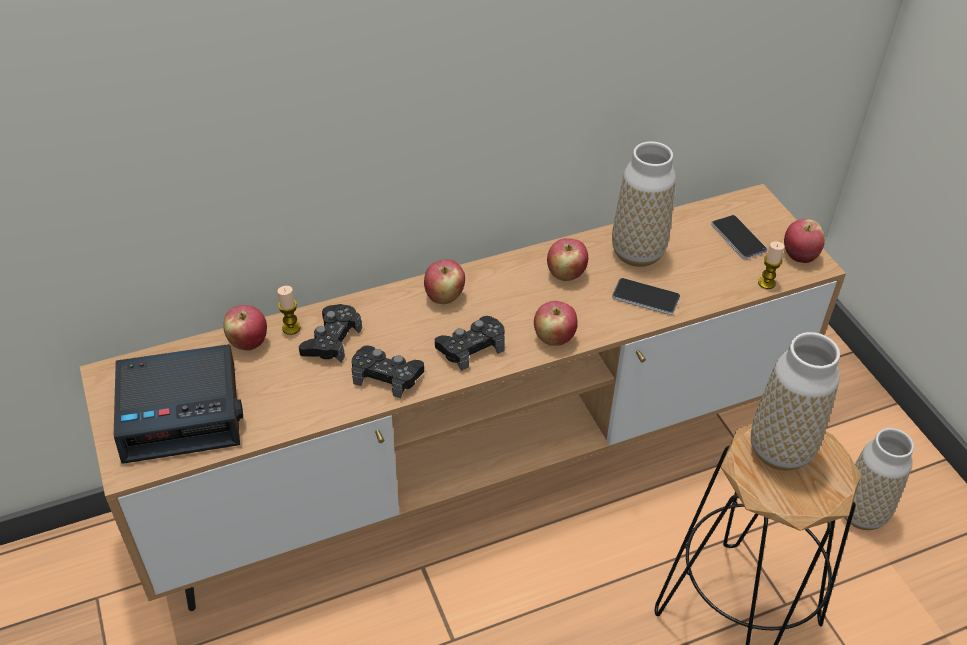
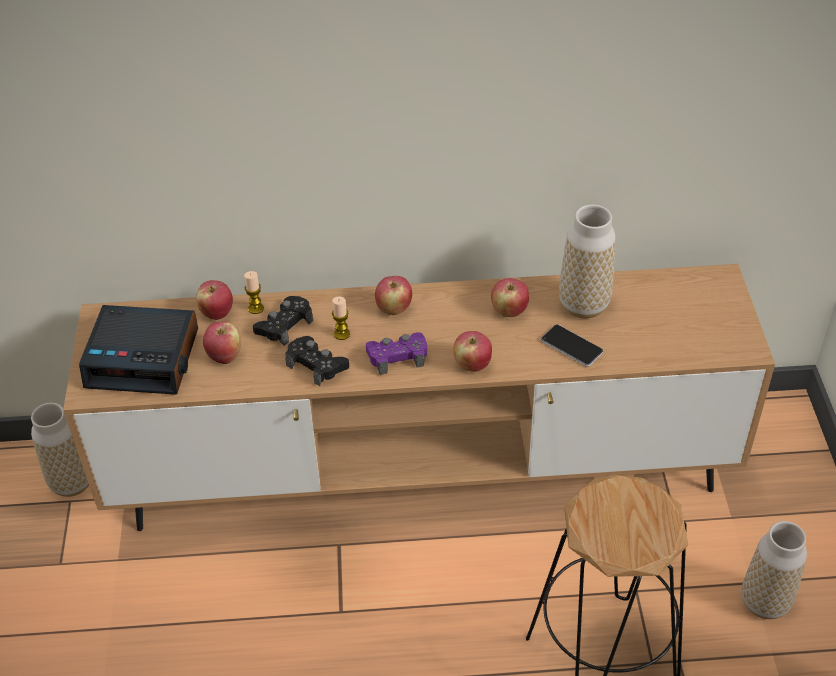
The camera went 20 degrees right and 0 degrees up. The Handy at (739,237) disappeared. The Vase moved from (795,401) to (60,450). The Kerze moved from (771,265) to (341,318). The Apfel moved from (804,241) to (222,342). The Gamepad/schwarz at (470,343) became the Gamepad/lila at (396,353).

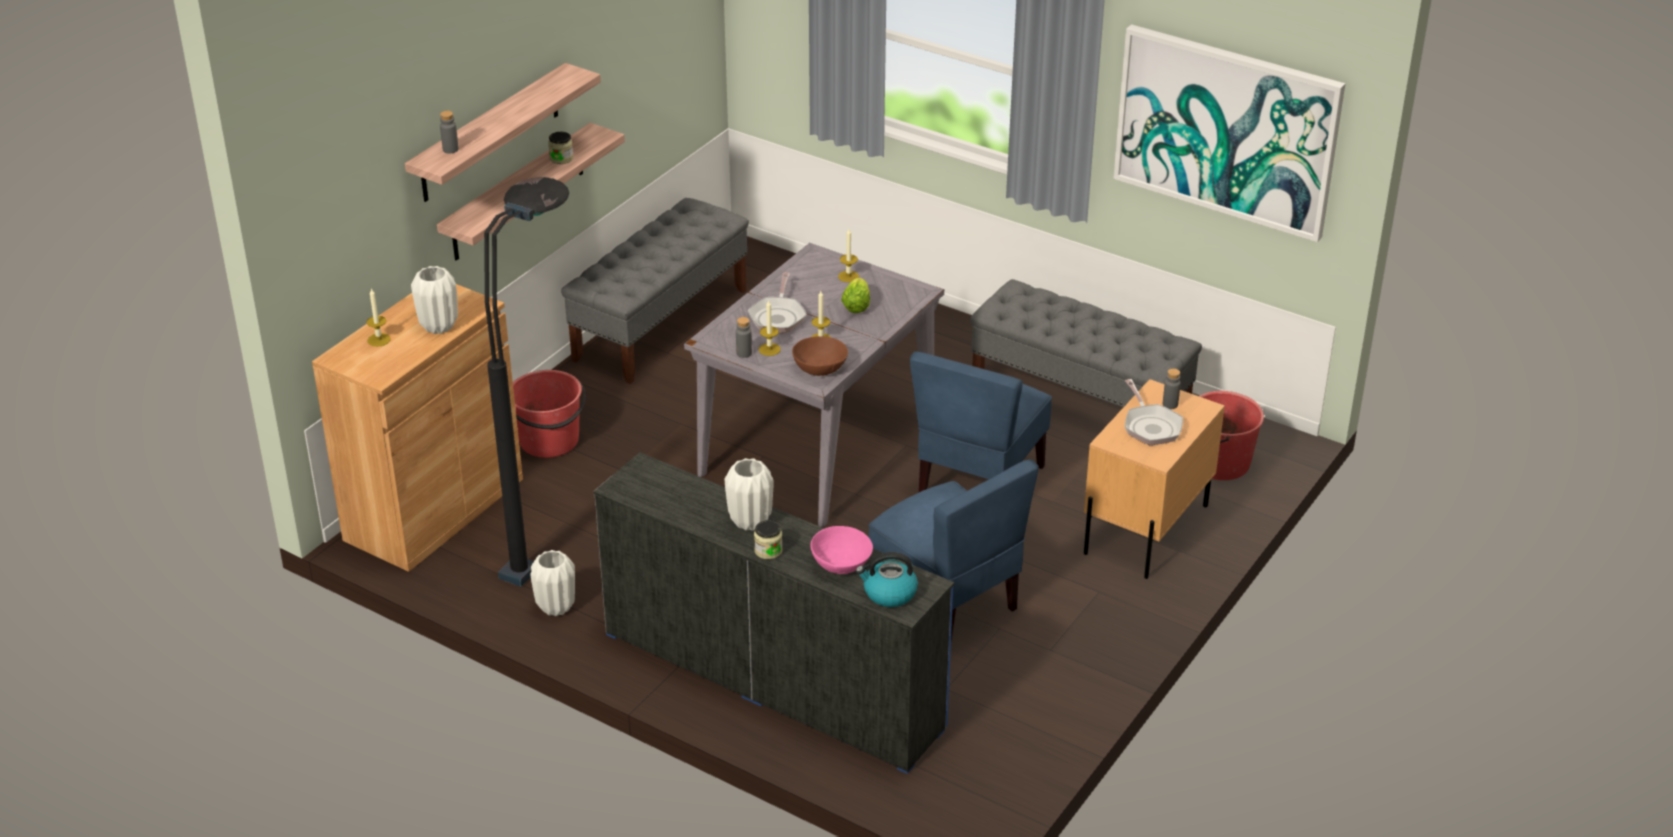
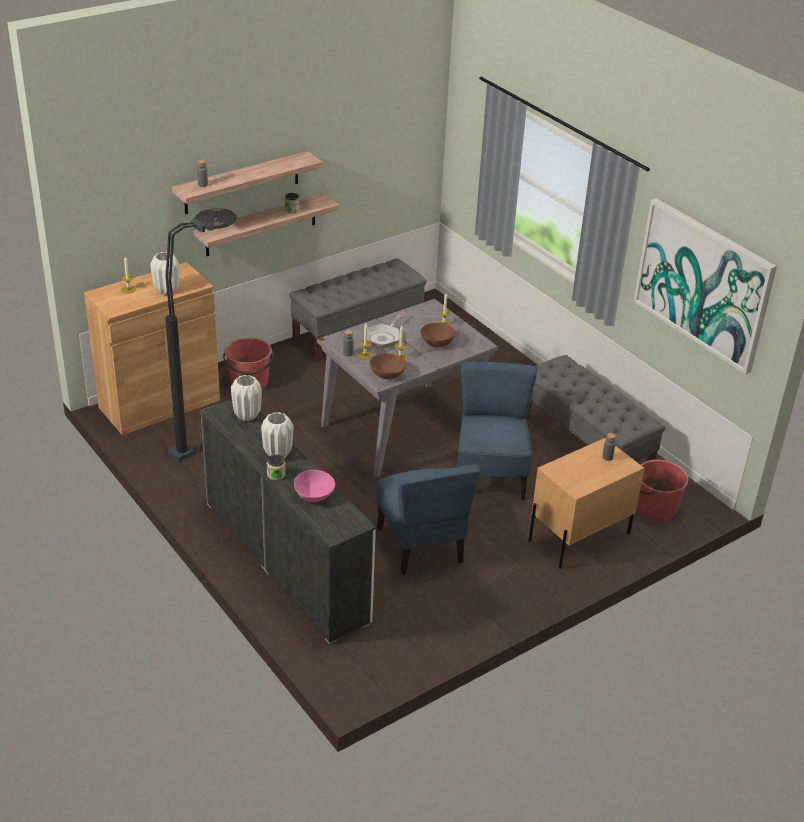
The camera went 20 degrees right and 0 degrees up. The Wasserkessel at (887,579) disappeared. The Pfanne at (1154,412) disappeared. The Vase/weiß moved from (553,583) to (246,398). The Salatkopf at (855,295) was replaced by the Schüssel/braun at (438,335). The Kommode/blau at (773,613) became the Kommode/weiß at (288,521). The Stuhl/blau at (981,421) turned 135 degrees clockwise.

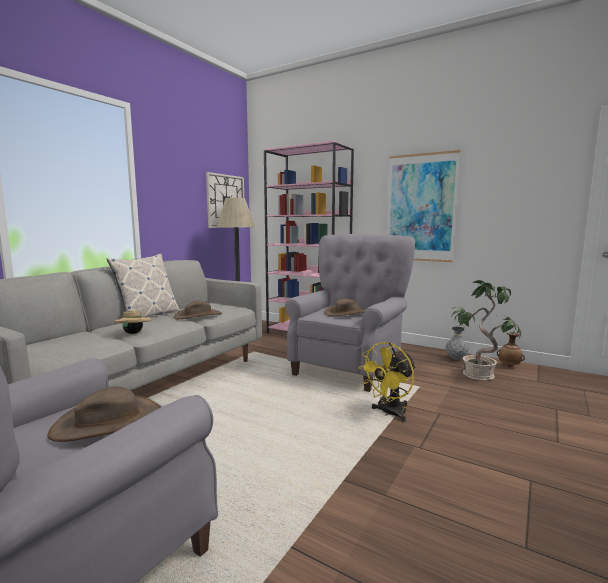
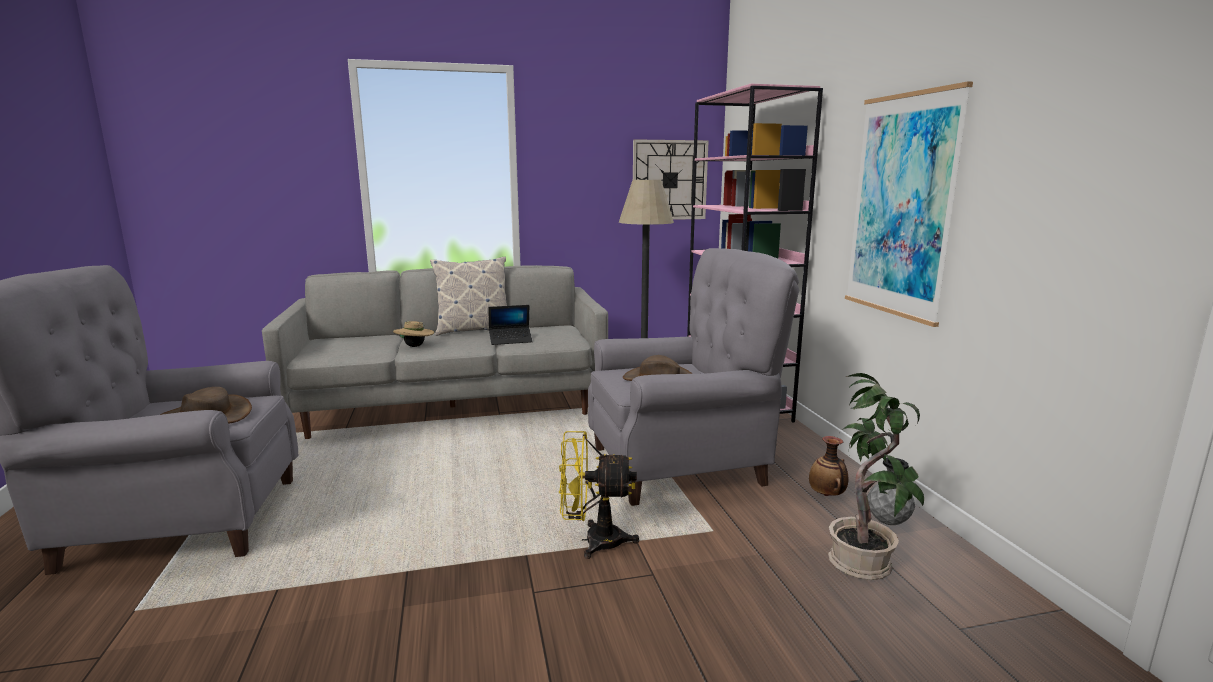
The camera went 45 degrees right and 5 degrees up. The Vase moved from (511,350) to (828,466). The Hut/braun at (198,310) was replaced by the Laptop at (510,325).

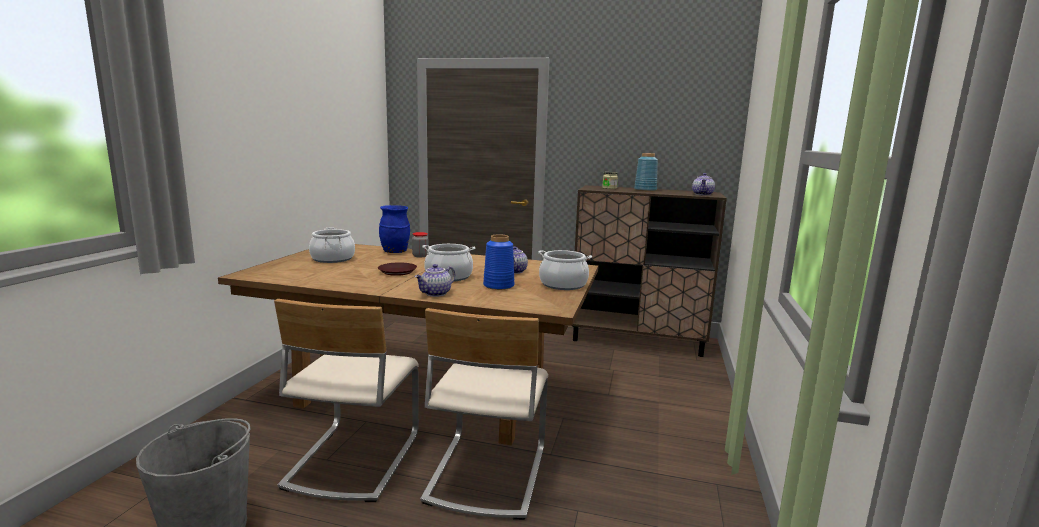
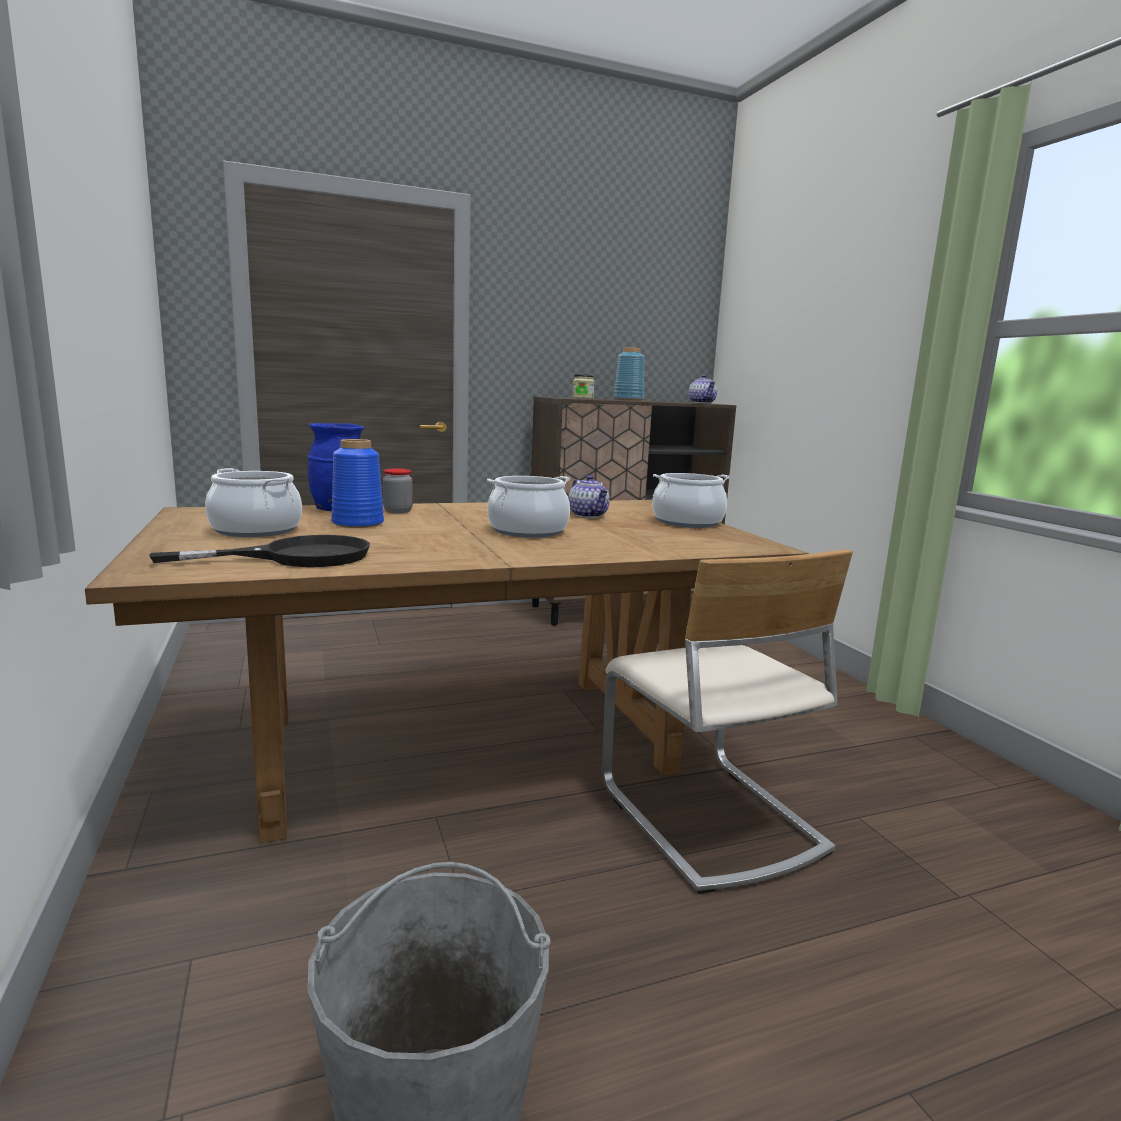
The camera went 35 degrees left and 0 degrees up. The Stuhl/beige at (346,400) disappeared. The Teller/braun at (397,269) disappeared. The Teekanne at (435,280) disappeared. The Pfanne/schwarz at (259,551) appeared. The Vase/blau moved from (498,262) to (357,483).

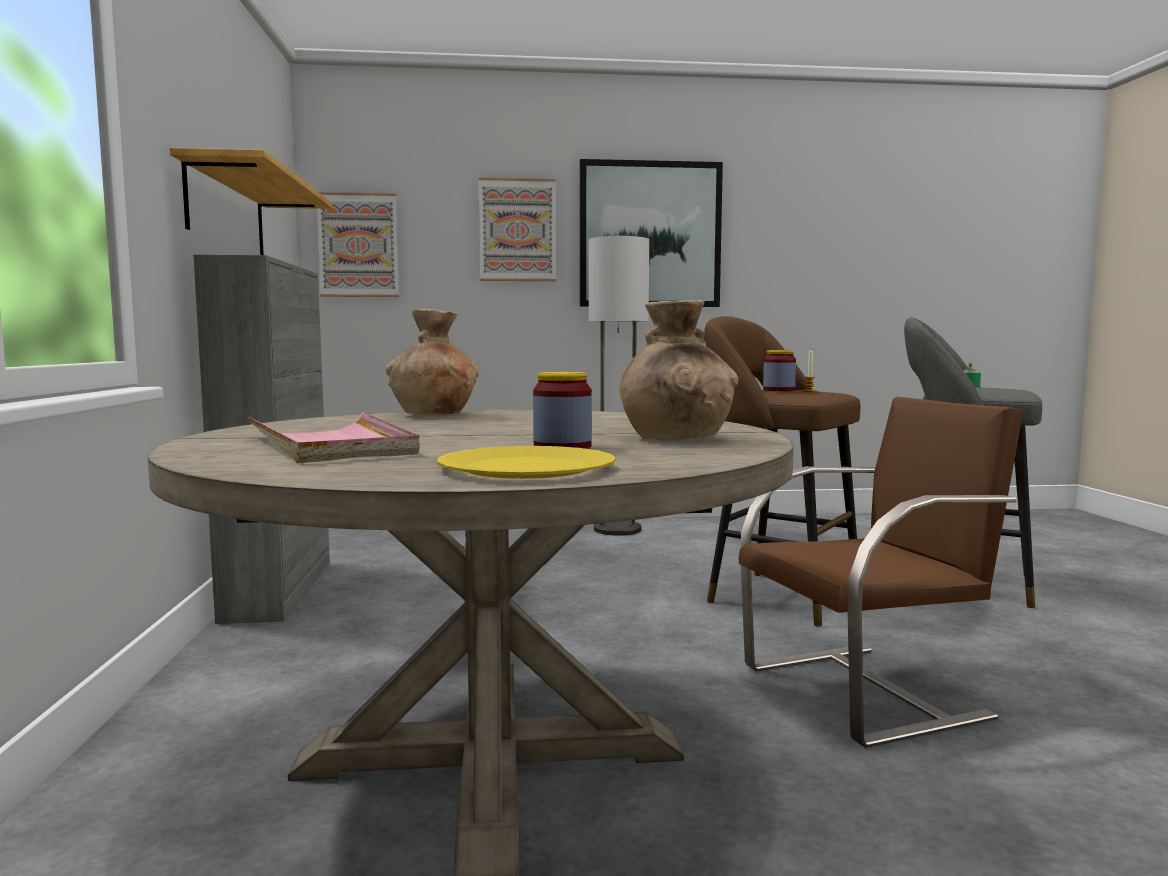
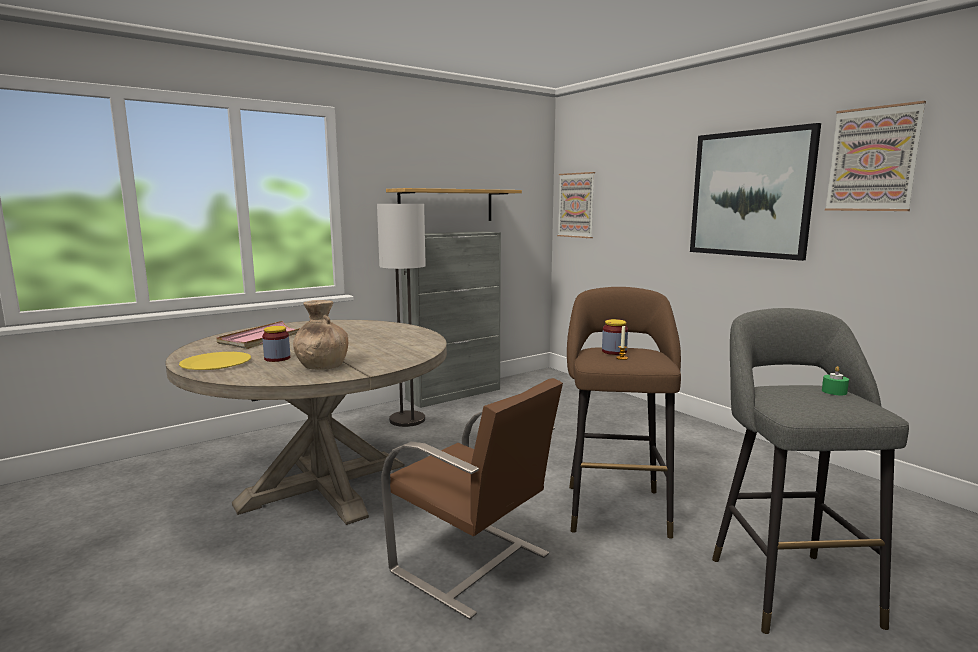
The camera went 60 degrees right and 5 degrees up. The Vase/braun at (432,362) disappeared. The Bild moved from (517,229) to (875,156). The Stehlampe moved from (619,386) to (401,315).

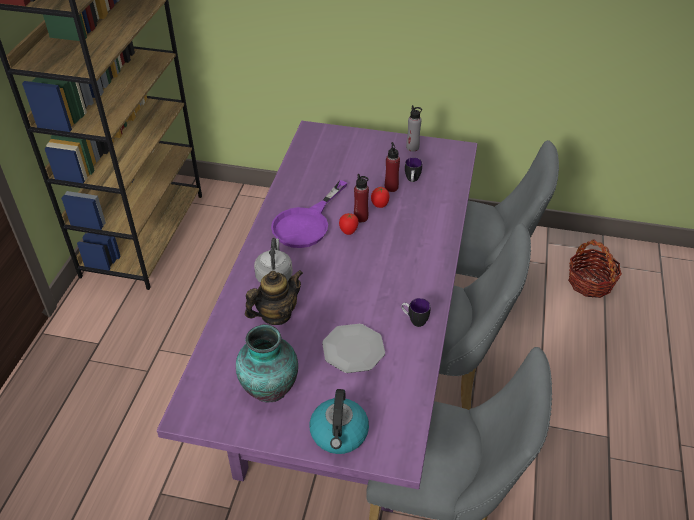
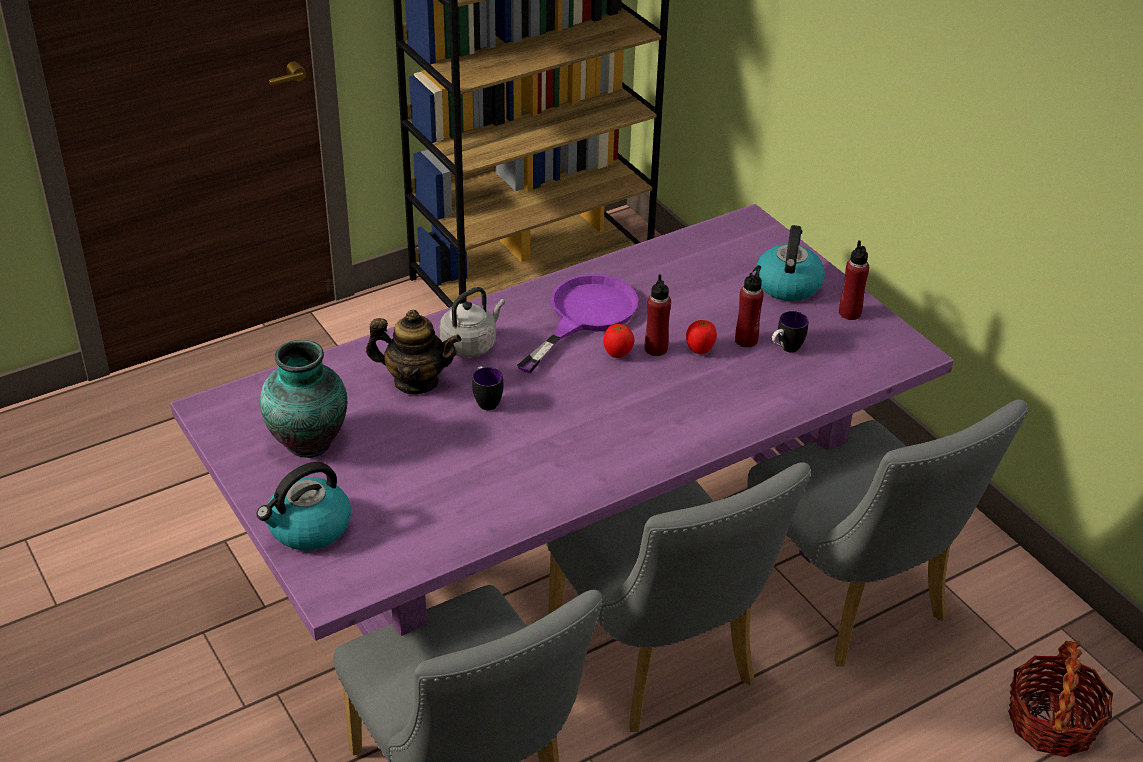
The camera went 45 degrees right and 5 degrees down. The Teller at (353,348) disappeared. The Wasserkessel at (790,263) appeared. The Henkelbecher moved from (416,312) to (487,388). The Flasche/grau at (414,128) became the Flasche/rot at (854,280). The Pfanne/lila at (309,214) turned 135 degrees clockwise.

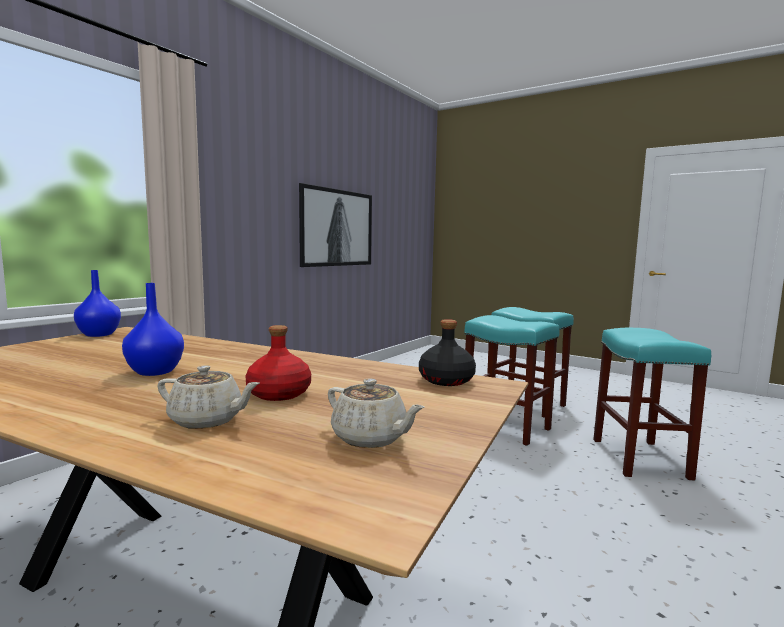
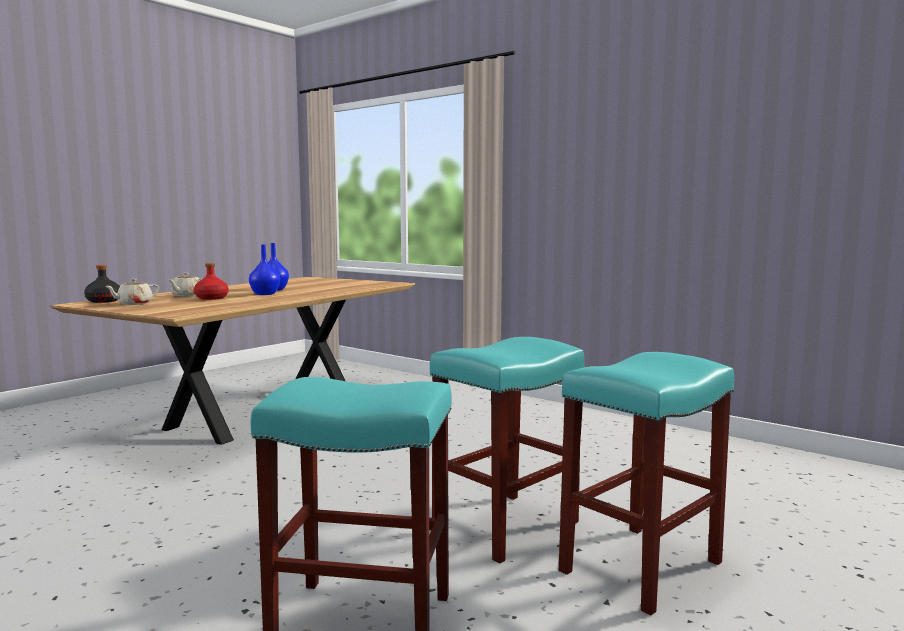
The camera went 95 degrees right and 0 degrees up. The Bild at (335,225) disappeared. The Vase/blau moved from (97,303) to (264,269). The Flasche/schwarz moved from (447,352) to (102,284).

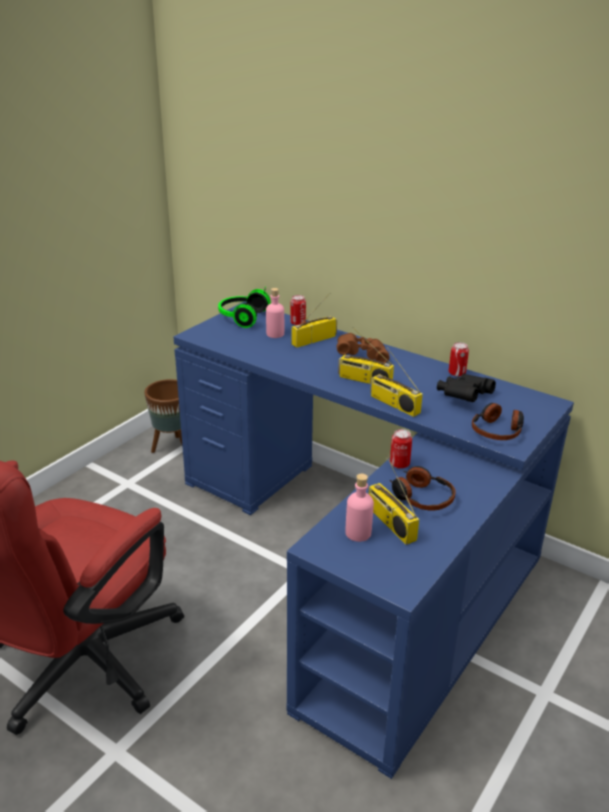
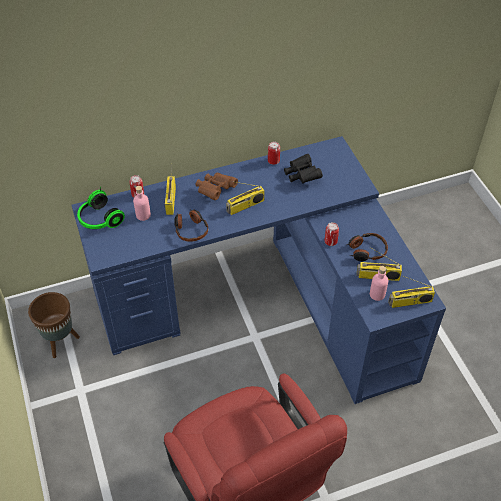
The camera went 55 degrees left and 20 degrees up. The Radio moved from (396,382) to (411,292). The Kopfhörer moved from (498,421) to (191,225).

